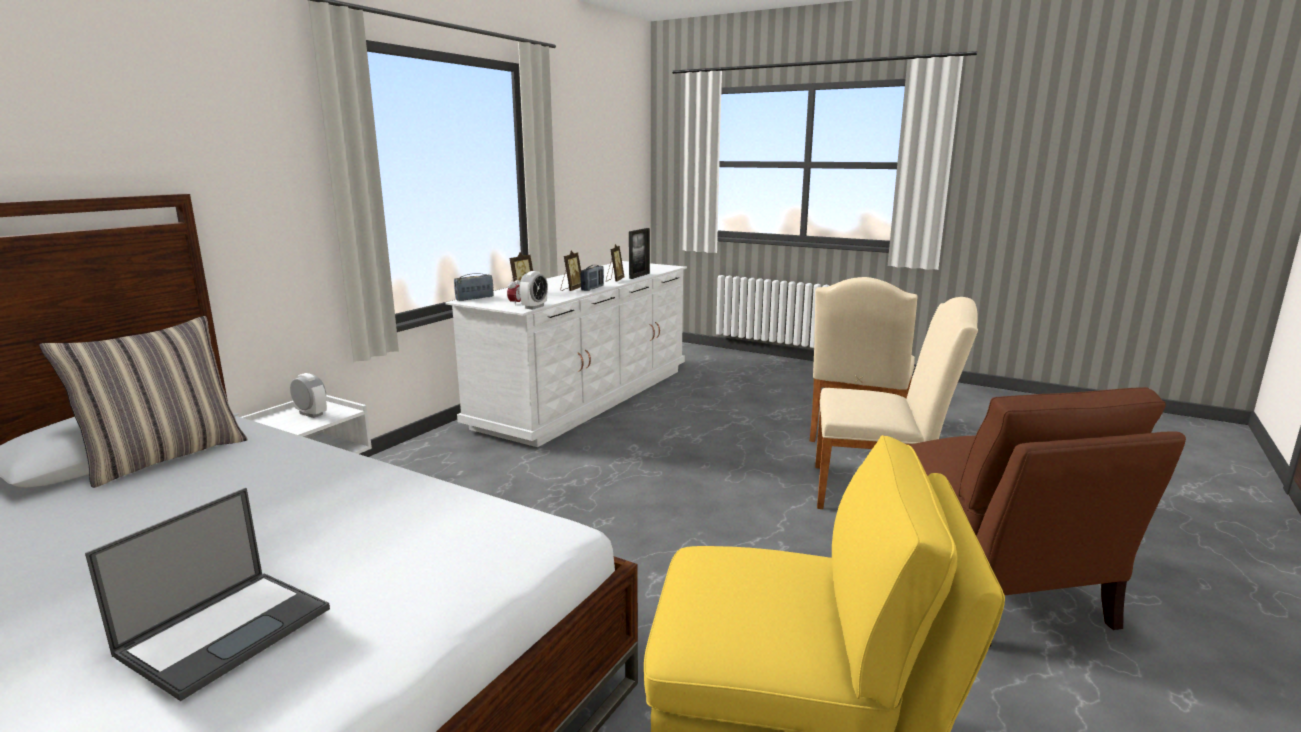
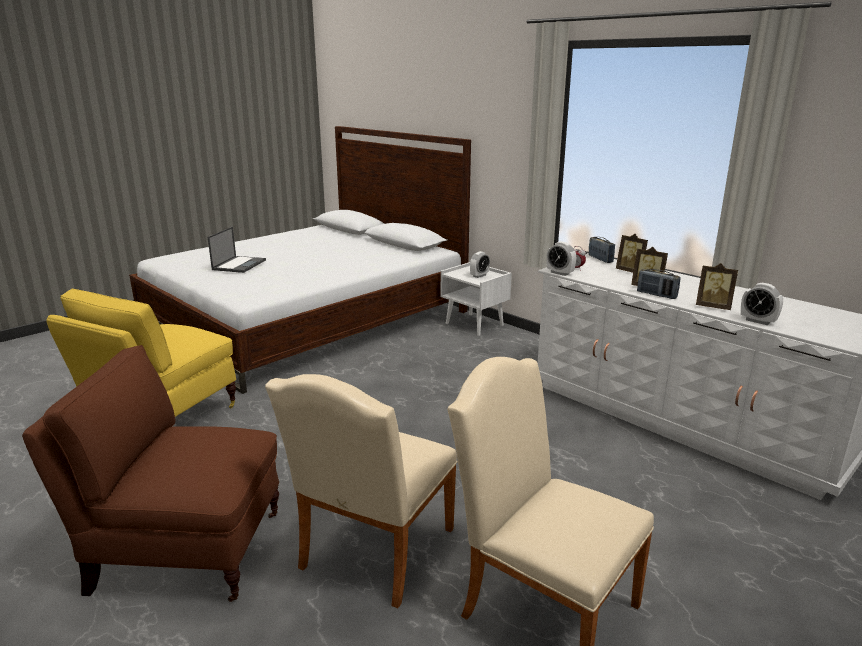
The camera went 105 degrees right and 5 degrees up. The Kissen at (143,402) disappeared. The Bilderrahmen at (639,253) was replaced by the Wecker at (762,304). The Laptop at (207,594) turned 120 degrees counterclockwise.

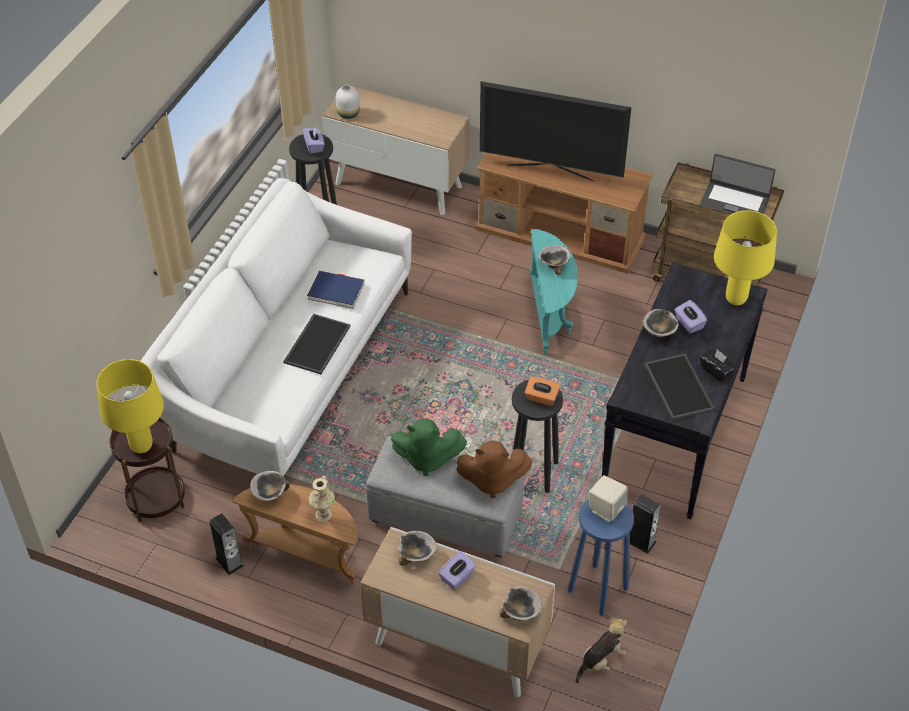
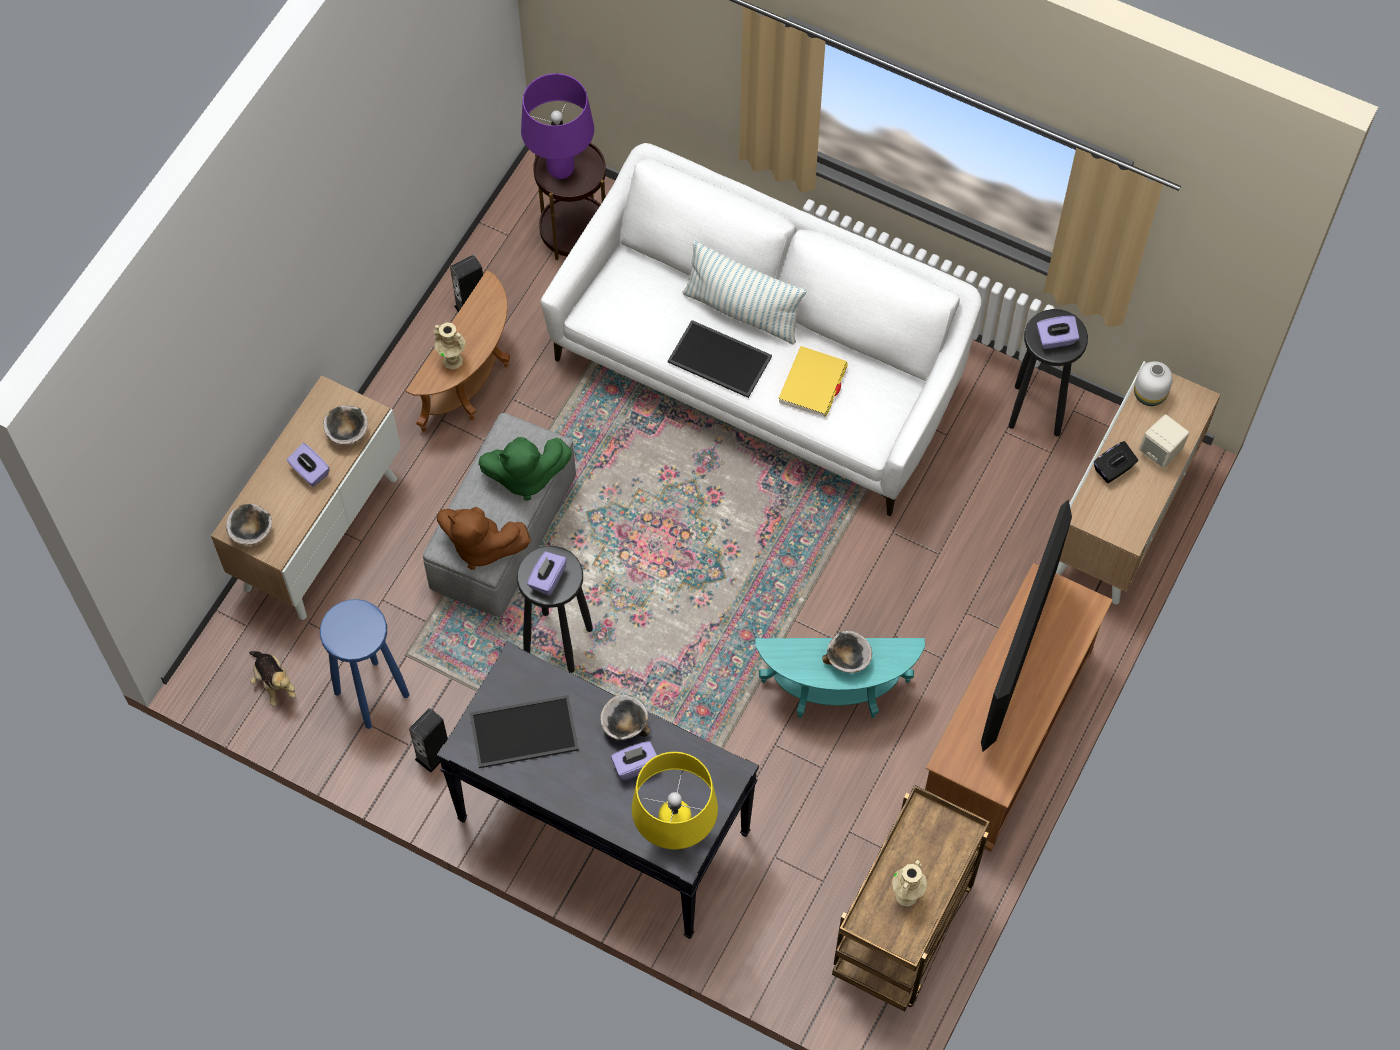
The camera went 95 degrees right and 15 degrees up. The Schüssel at (270,486) disappeared. The Kissen at (744,293) appeared. The Lautsprecher/beige moved from (608,498) to (1164,441). The Taschentuchbox/schwarz moved from (718,365) to (1116,462). The Laptop at (737,184) was replaced by the Vase/beige at (909,883). The Tischlampe/gelb at (130,406) became the Tischlampe/lila at (557,126). The Buch/blau at (336,290) became the Buch/gelb at (813,381). The Taschentuchbox/orange at (542,391) became the Taschentuchbox/lila at (547,573). The Plüschtier/grün at (429,447) turned 105 degrees counterclockwise. The Plüschtier/braun at (494,469) turned 75 degrees counterclockwise.

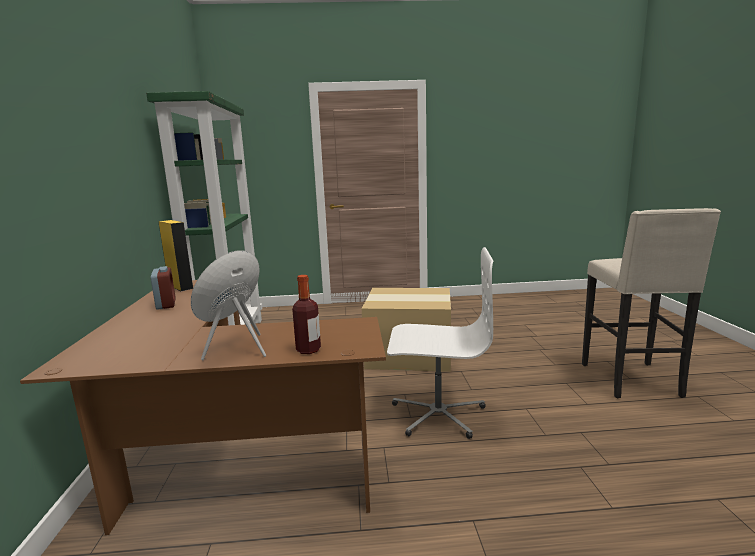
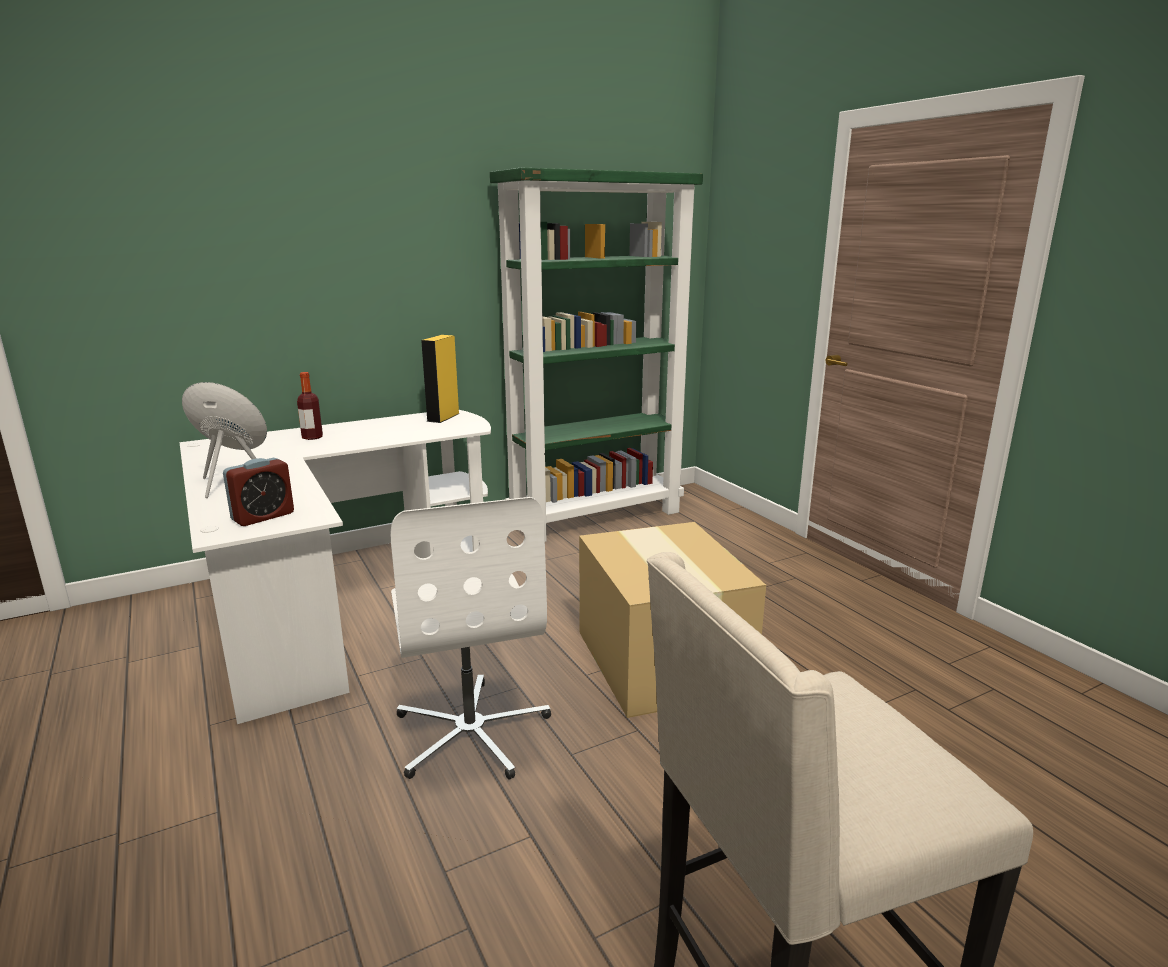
The camera went 65 degrees right and 5 degrees up. The Wecker moved from (163,288) to (258,492). The Flasche moved from (306,314) to (310,406). The Schreibtisch/braun at (203,407) became the Schreibtisch/weiß at (335,567).

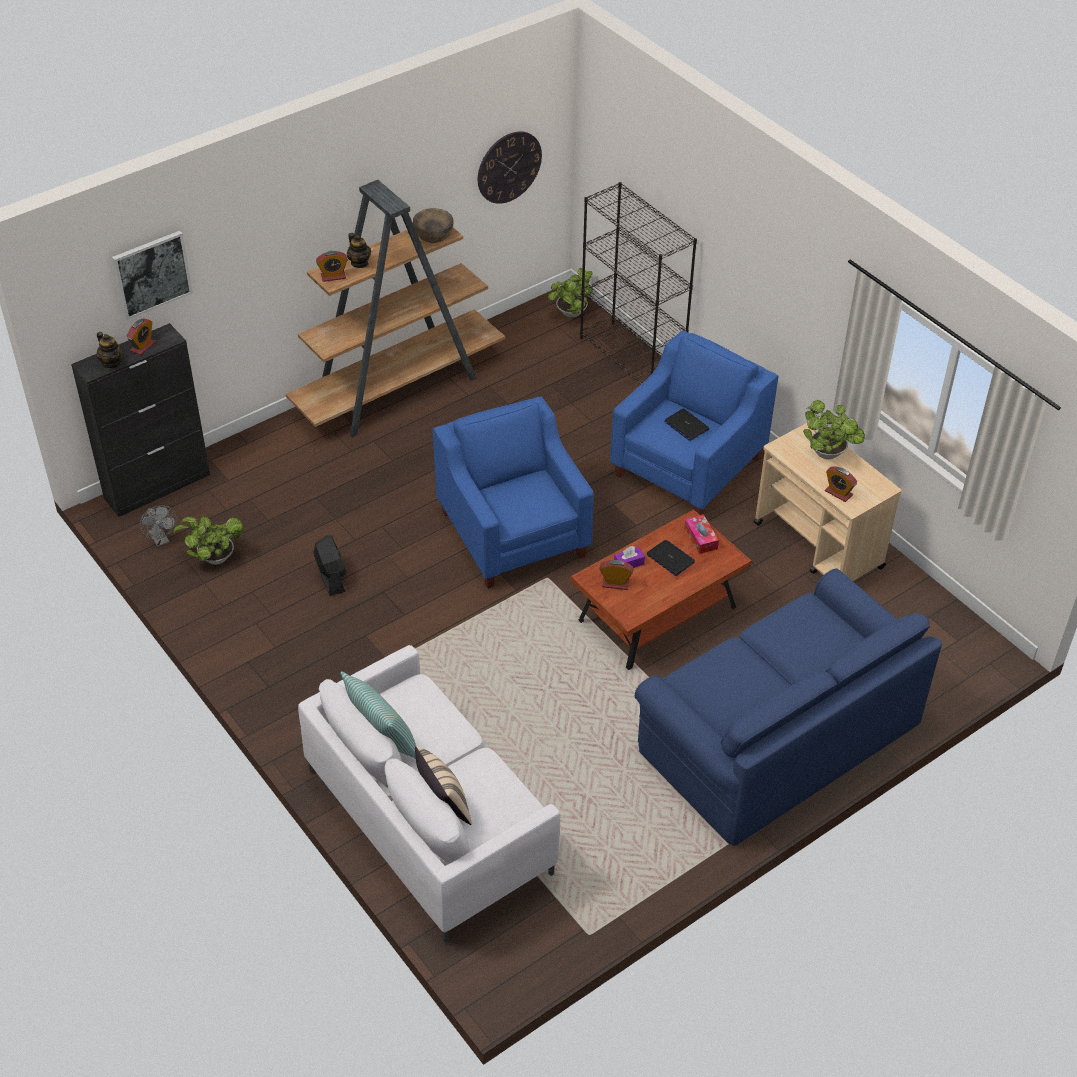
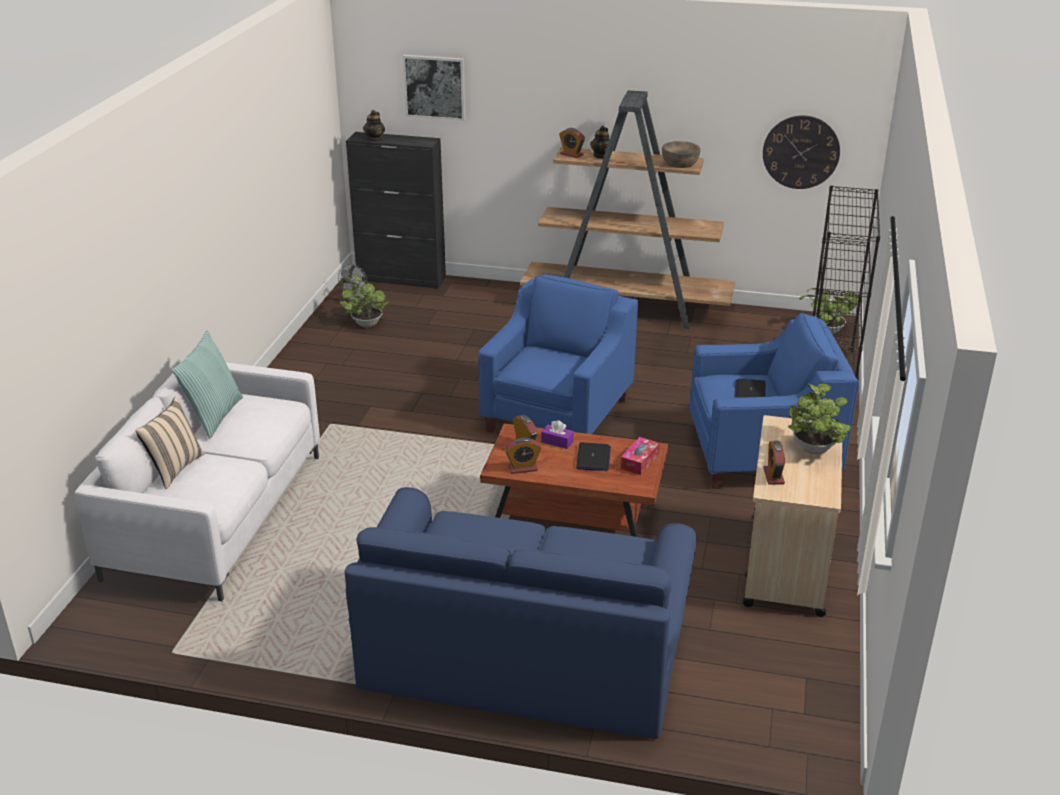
The camera went 50 degrees right and 15 degrees down. The Ventilator/schwarz at (330,565) disappeared. The Wecker moved from (141,337) to (523,456).

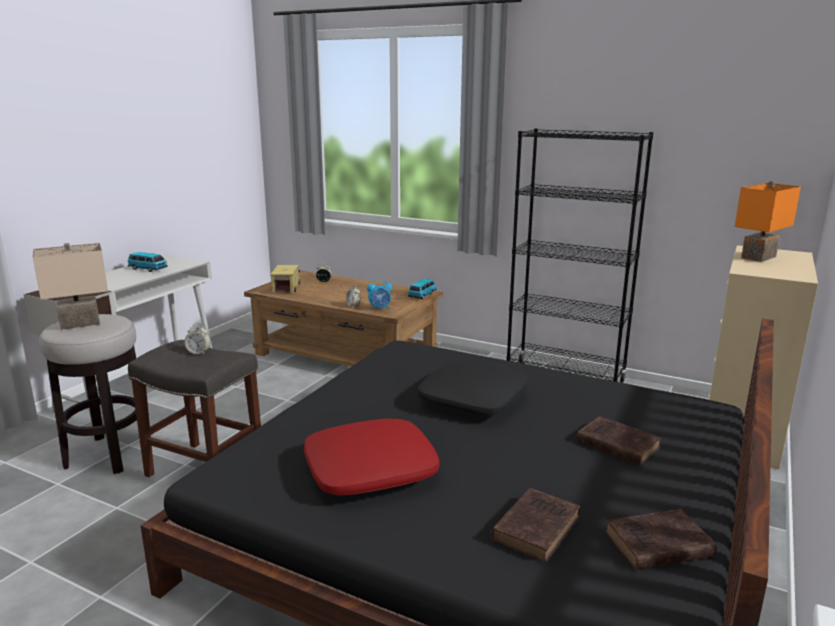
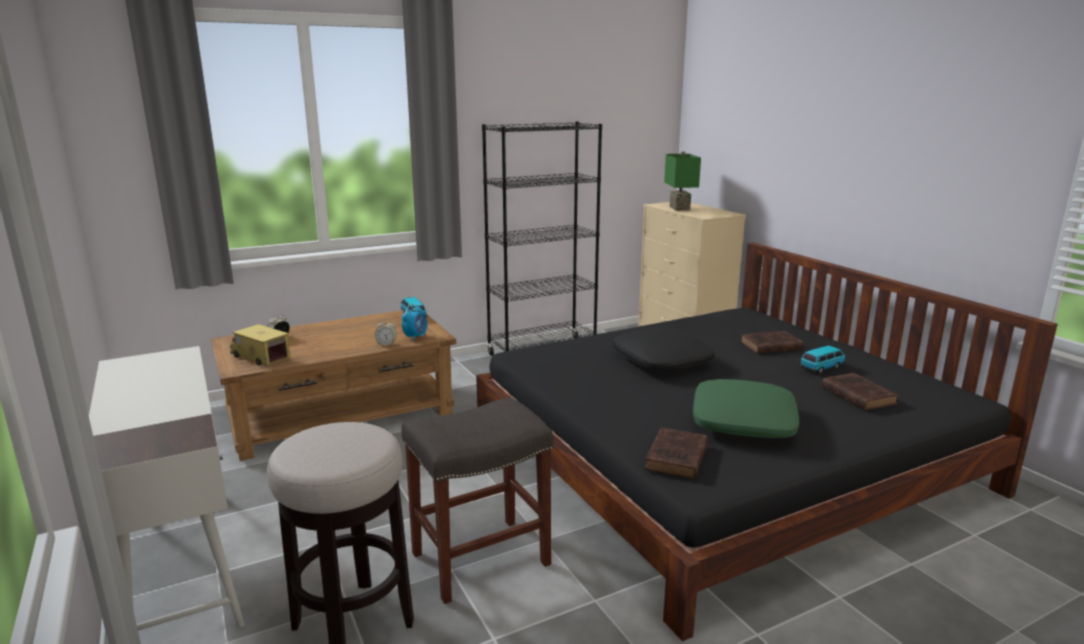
The camera went 55 degrees left and 0 degrees up. The Tischlampe/beige at (70,286) disappeared. The Wecker at (197,339) disappeared. The Spielzeugauto moved from (148,262) to (822,359). The Buch/braun moved from (661,539) to (676,453). The Kissen/rot at (372,457) became the Kissen/grün at (746,408). The Tischlampe/orange at (768,221) became the Tischlampe/grün at (682,181).

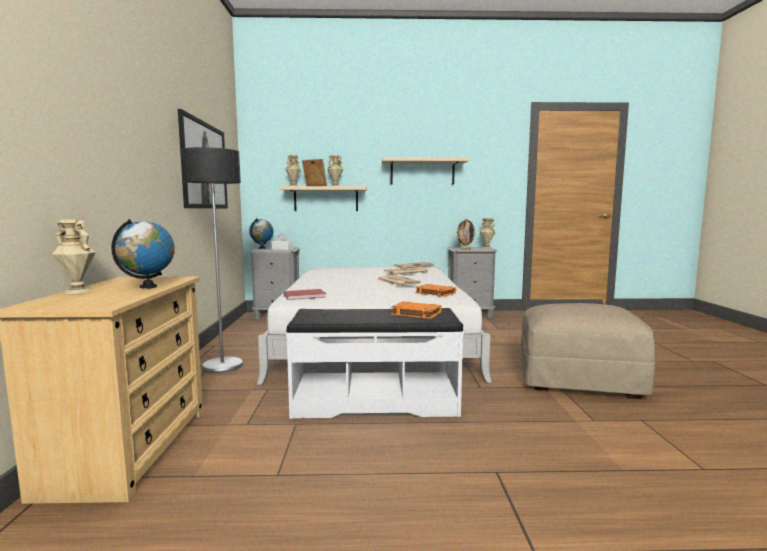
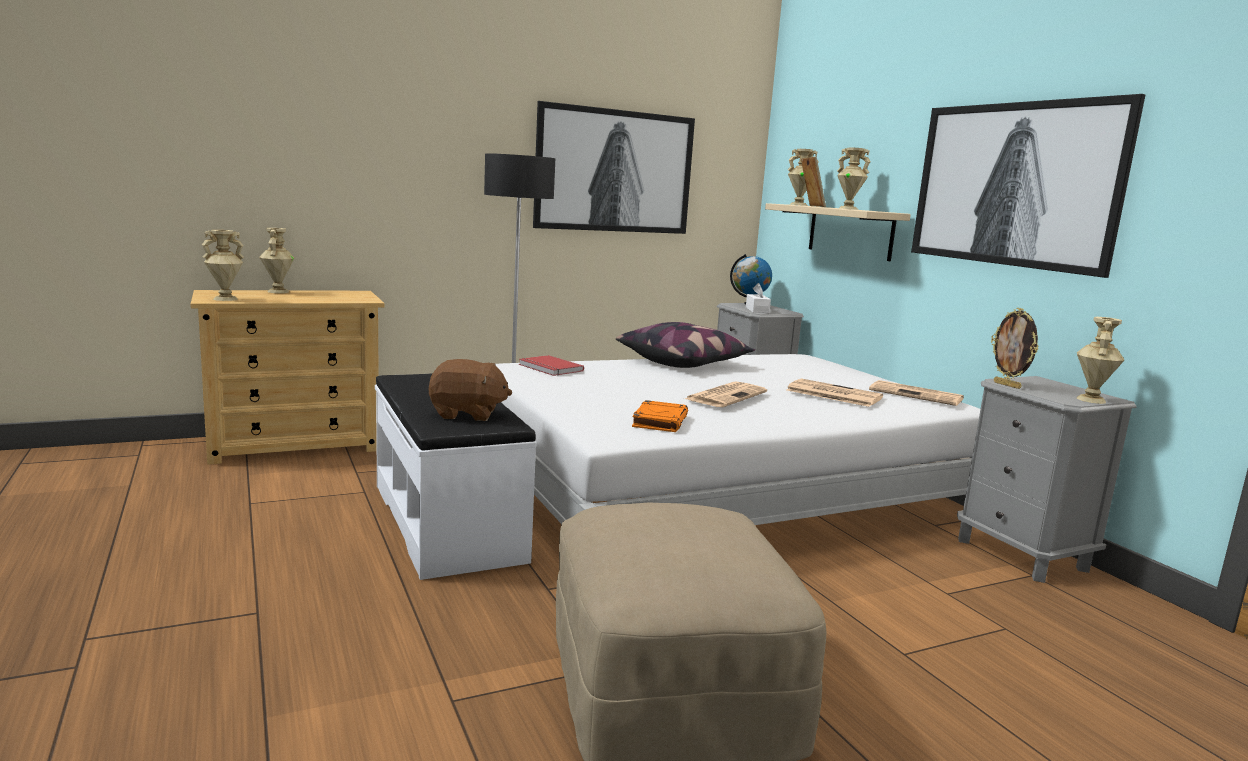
The camera went 65 degrees right and 5 degrees up. The Globus at (143,254) disappeared. The Vase/beige at (223,265) appeared. The Kissen at (685,345) appeared. The Wandregal/beige at (425,170) was replaced by the Bild at (1028,186). The Buch/orange at (416,310) was replaced by the Plüschtier/braun at (470,390).

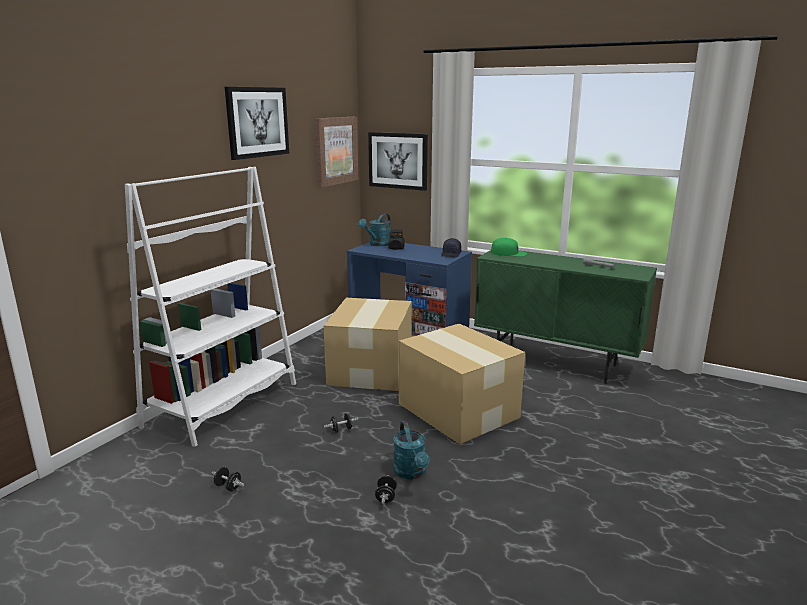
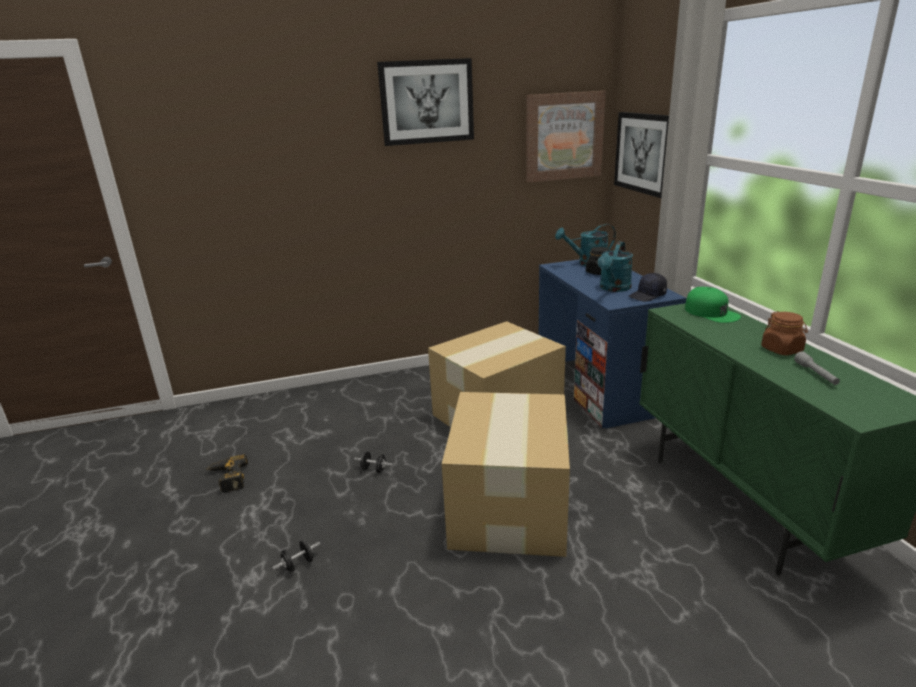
The camera went 45 degrees right and 5 degrees up. The Bücherregal/weiß at (210,307) disappeared. The Vorratsglas/braun at (784,333) appeared. The Gießkanne/türkis moved from (411,450) to (615,266). The Hantel/schwarz at (228,479) was replaced by the Bohrmaschine at (227,473).

